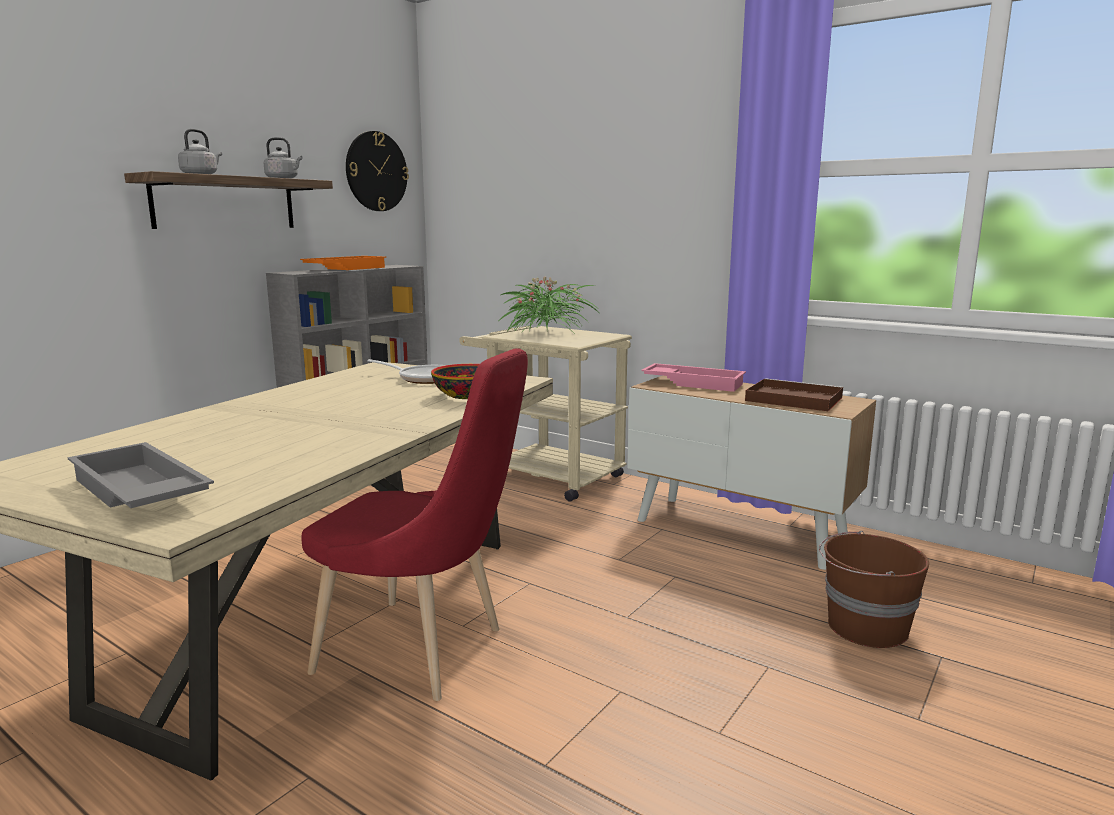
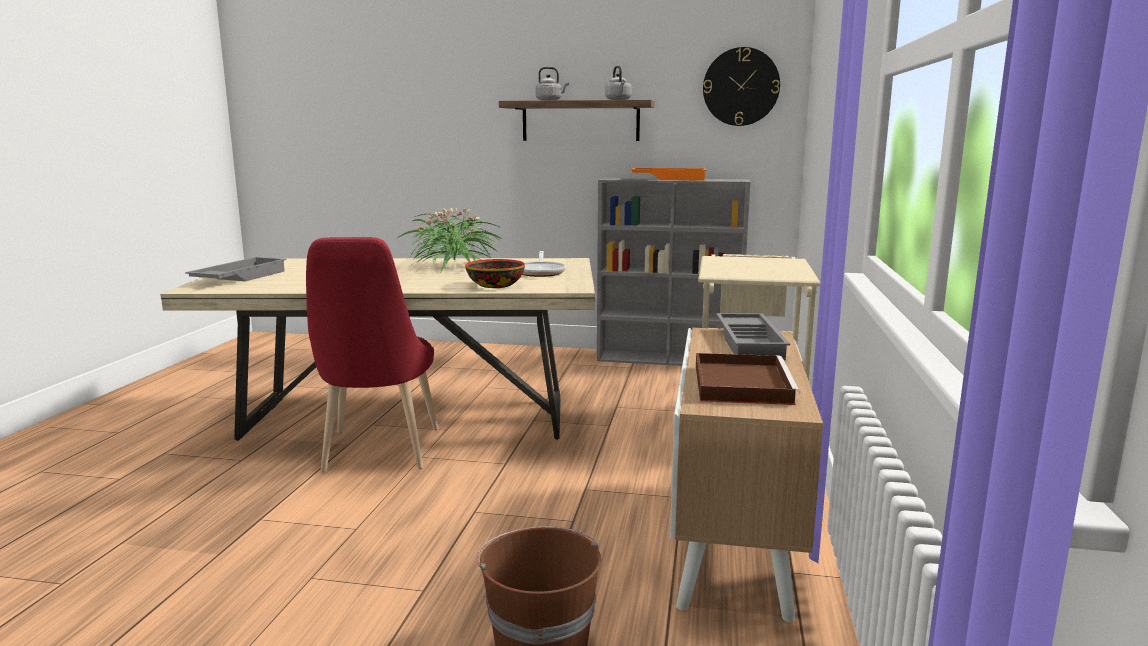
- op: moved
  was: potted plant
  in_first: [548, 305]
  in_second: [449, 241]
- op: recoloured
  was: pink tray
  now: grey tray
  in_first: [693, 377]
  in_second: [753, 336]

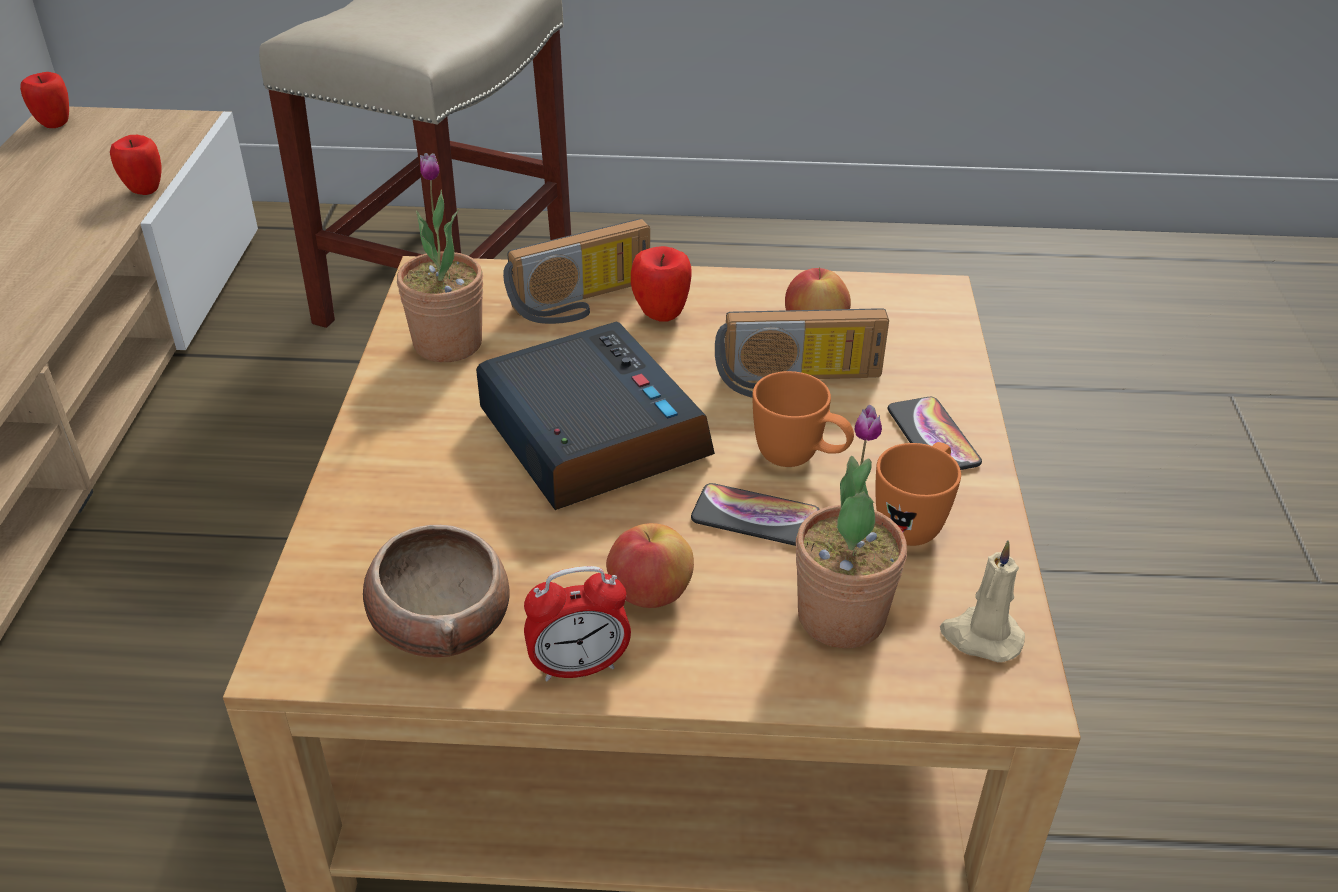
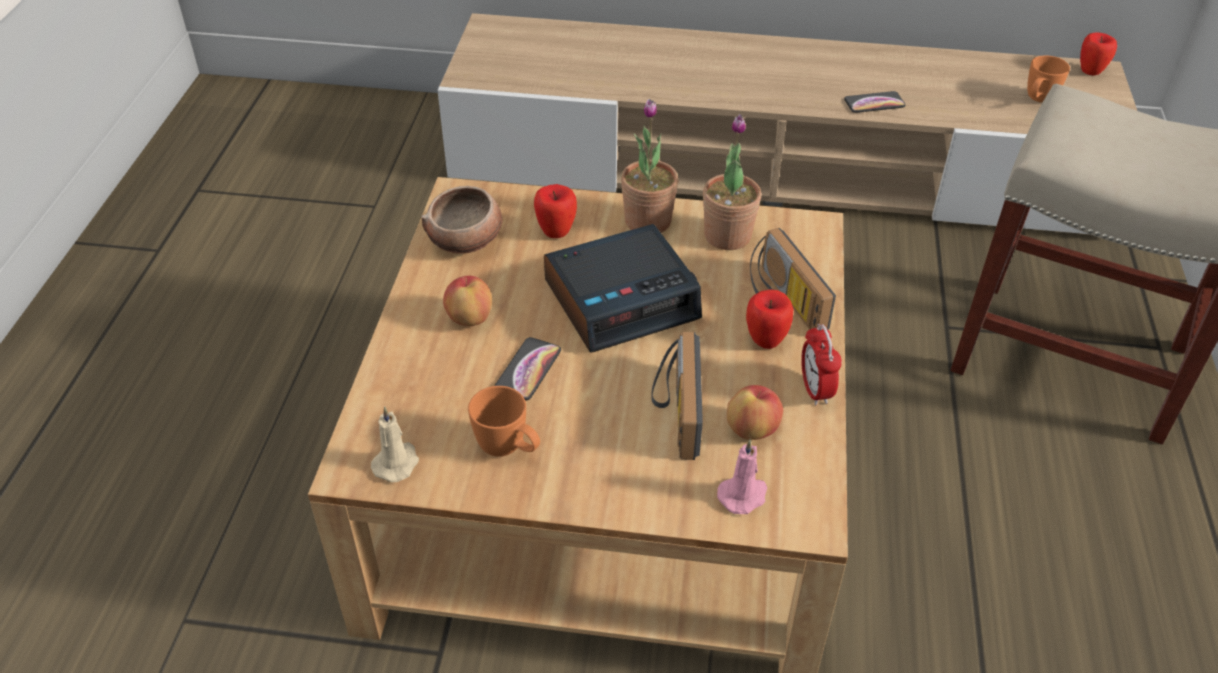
- op: moved
  was: apple
  in_first: [136, 165]
  in_second: [555, 211]
- op: moved
  was: orange mug
  in_first: [803, 419]
  in_second: [1048, 79]
- op: moved
  was: phone
  in_first: [935, 433]
  in_second: [874, 102]
- op: moved
  was: potted plant
  in_first: [851, 527]
  in_second: [649, 166]
- op: moved
  was: alarm clock
  in_first: [577, 623]
  in_second: [821, 364]
- op: added
  now: pink candle
  in_second: [742, 476]

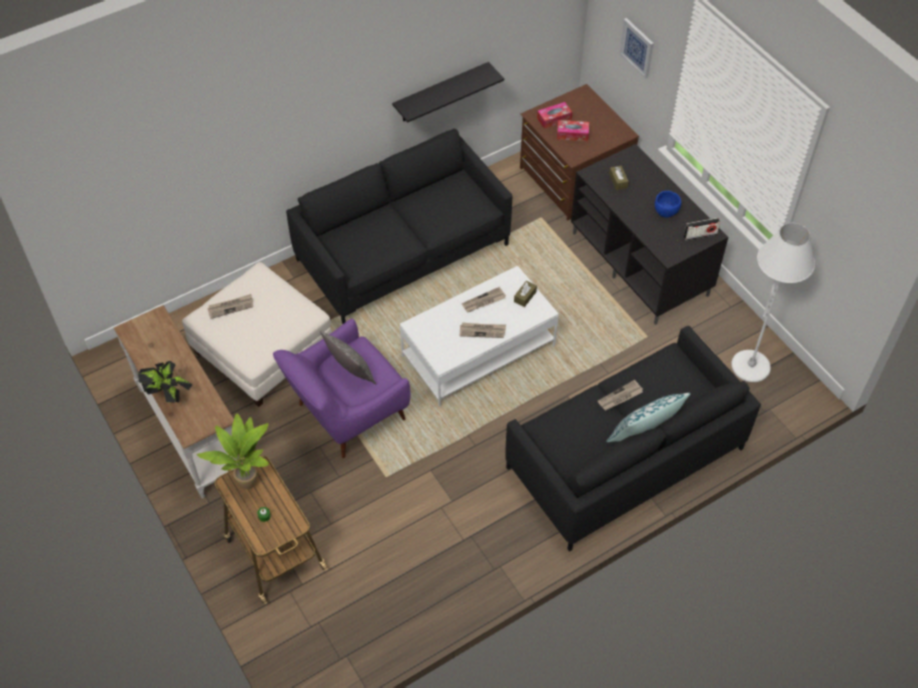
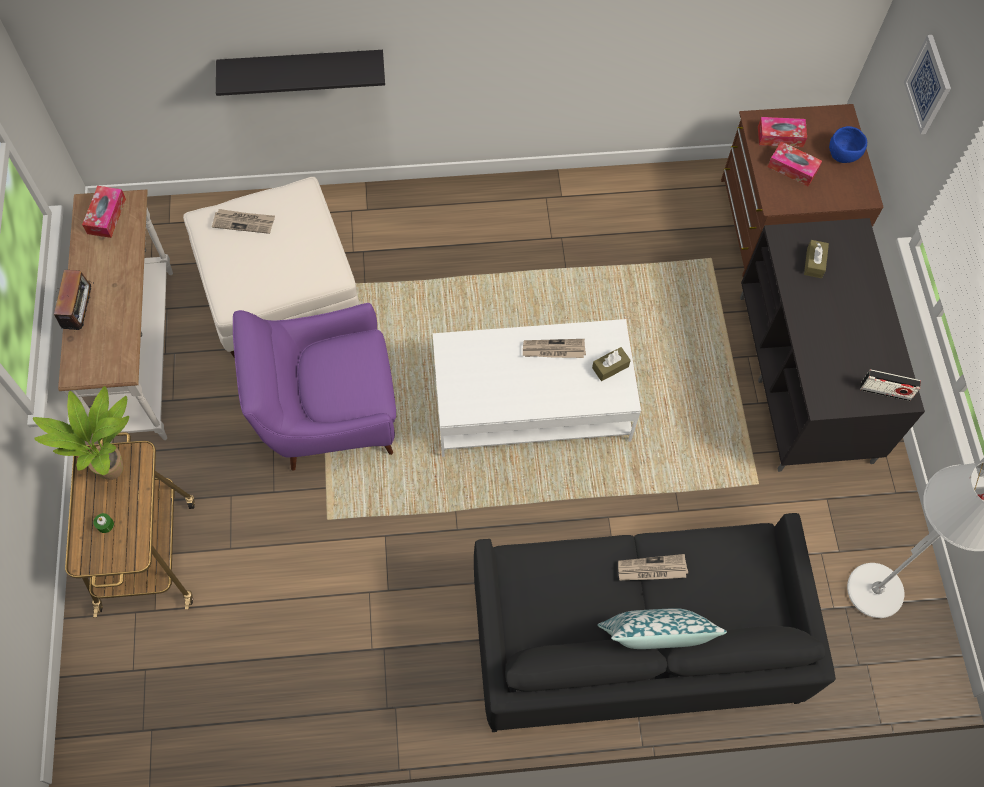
- op: moved
  was: black shelf
  in_first: [448, 92]
  in_second: [300, 73]
- op: removed
  was: black sofa
  in_first: [399, 226]
- op: moved
  was: blue bowl
  in_first: [668, 204]
  in_second: [848, 144]
- op: removed
  was: newspaper
  in_first: [482, 330]
- op: removed
  was: pillow
  in_first: [348, 357]
- op: replaced
  was: potted plant
  now: radio
  in_first: [165, 382]
  in_second: [74, 301]
- op: added
  now: tissue box
  in_second: [104, 212]

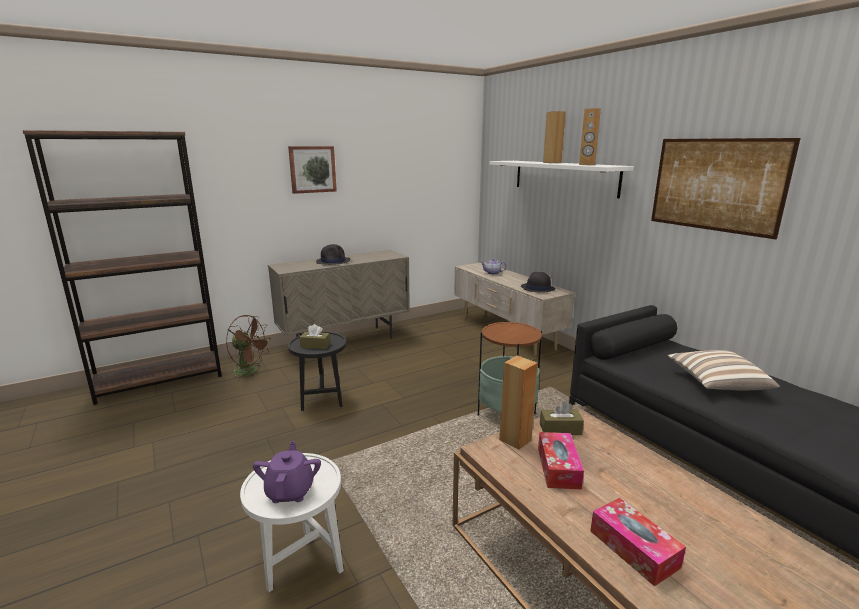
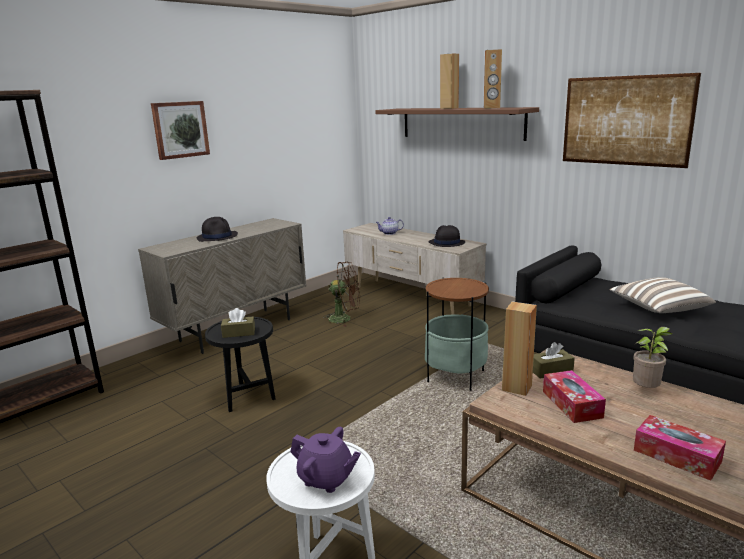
- op: recoloured
  was: white shelf
  now: brown shelf
  in_first: [561, 179]
  in_second: [457, 124]
- op: moved
  was: brown fan
  in_first: [248, 348]
  in_second: [341, 294]
- op: turned
  was: purple teapot
  in_first: [287, 472]
  in_second: [326, 460]
  clockwise: 135
- op: added
  now: potted plant
  in_second: [653, 357]

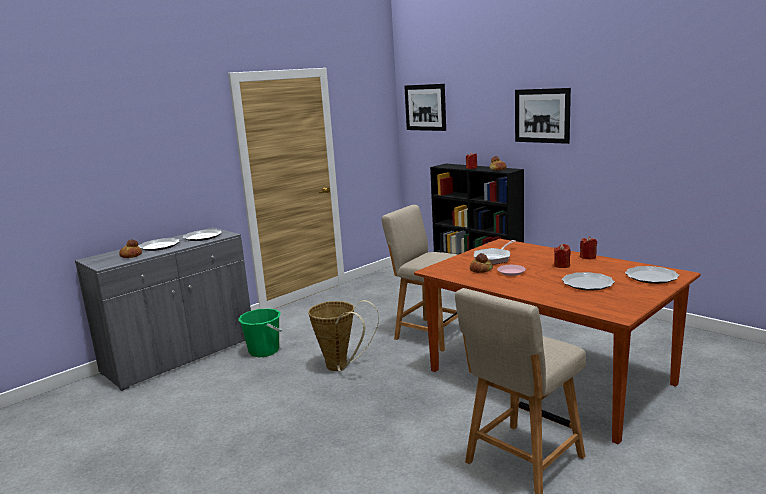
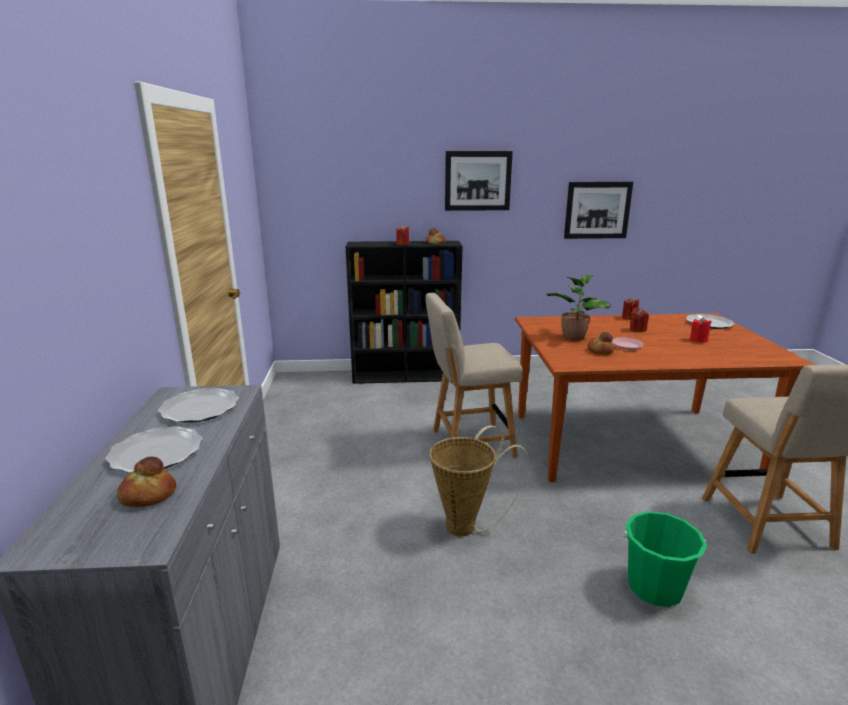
- op: moved
  was: picture
  in_first: [425, 107]
  in_second: [598, 210]
- op: replaced
  was: frying pan
  now: potted plant
  in_first: [495, 252]
  in_second: [578, 308]
- op: replaced
  was: plate
  now: red candle
  in_first: [588, 281]
  in_second: [701, 330]
- op: moved
  was: green bucket
  in_first: [260, 332]
  in_second: [665, 559]

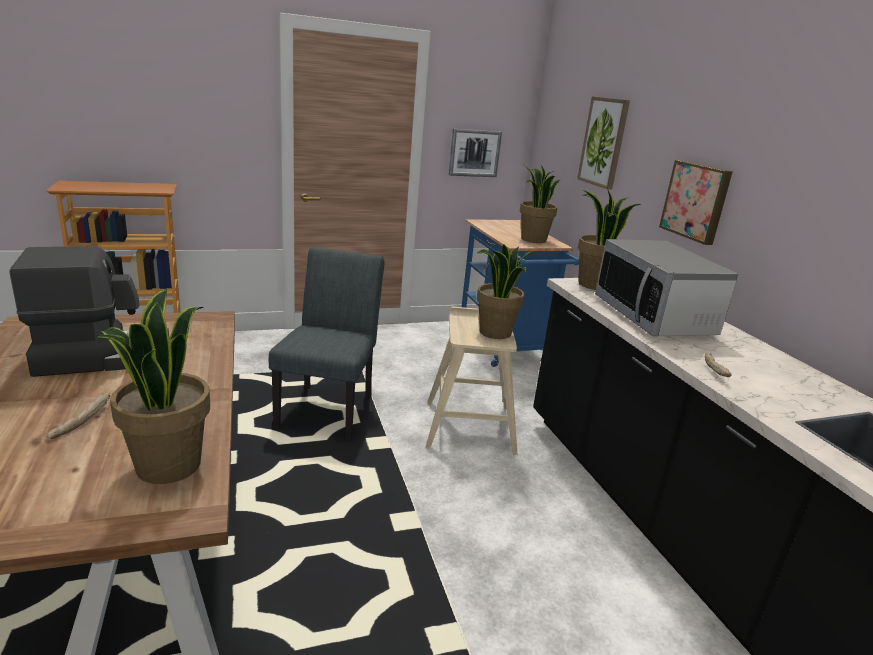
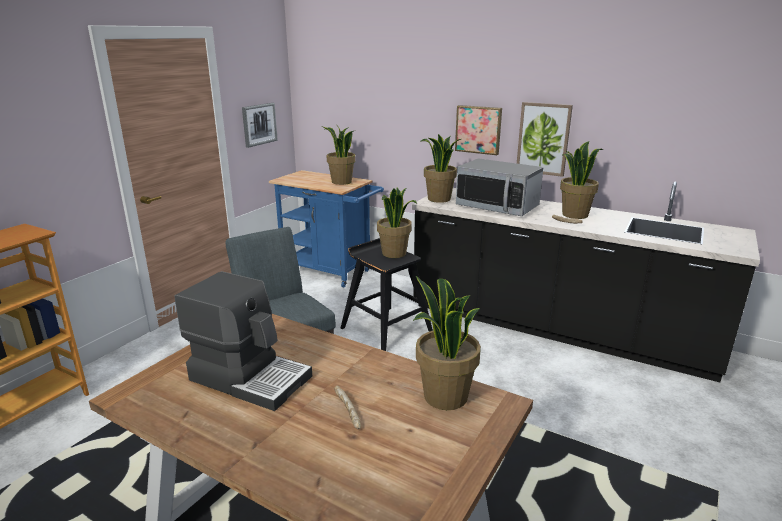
- op: moved
  was: picture
  in_first: [603, 143]
  in_second: [545, 139]
- op: turned
  was: coffee machine
  in_first: [89, 311]
  in_second: [243, 341]
  clockwise: 90
- op: recoloured
  was: beige stool
  now: black stool
  in_first: [472, 381]
  in_second: [387, 294]
- op: added
  now: potted plant
  in_second: [581, 180]

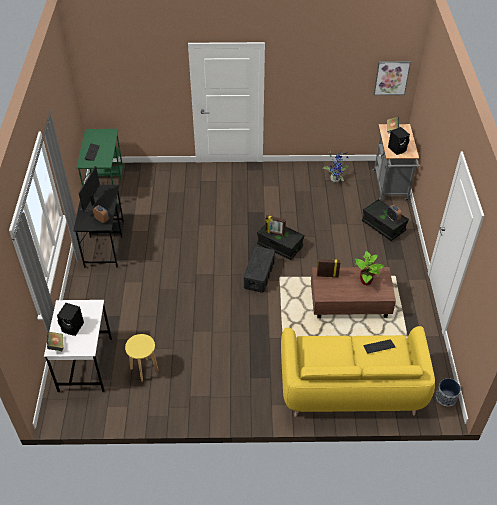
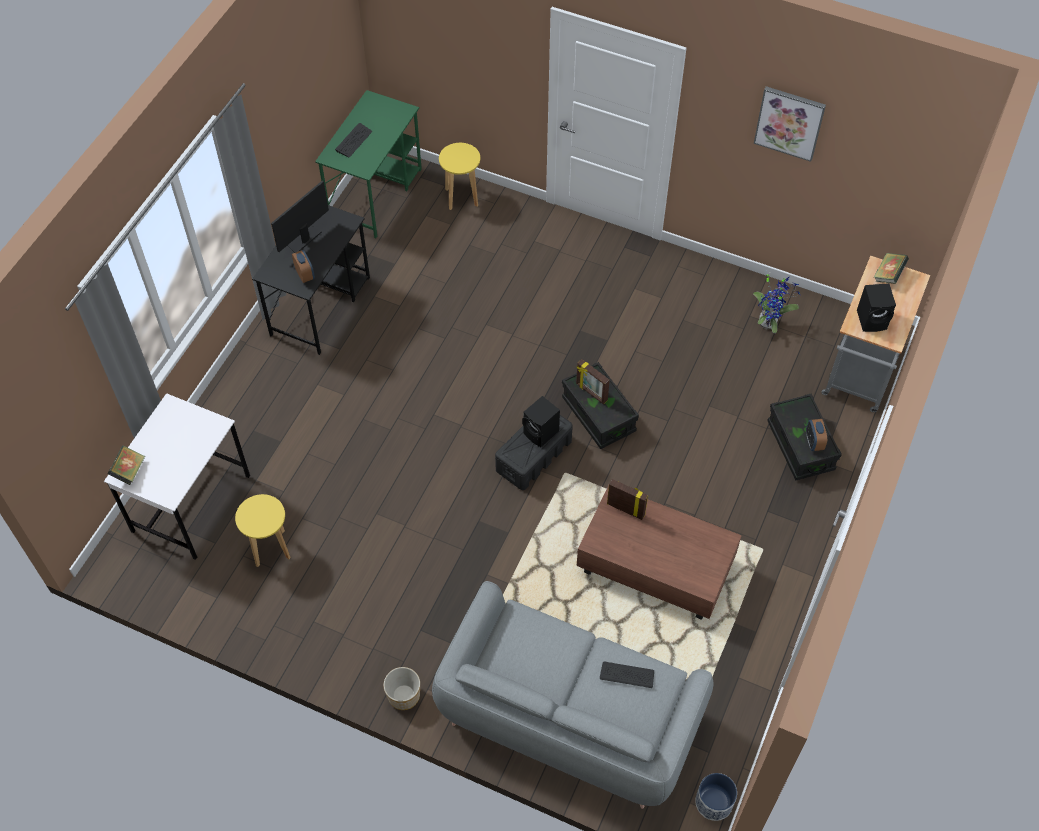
- op: moved
  was: picture
  in_first: [392, 78]
  in_second: [790, 124]
- op: removed
  was: potted plant
  in_first: [370, 268]
- op: moved
  was: black speaker
  in_first: [70, 319]
  in_second: [541, 421]
- op: recoloured
  was: yellow sofa
  now: grey sofa
  in_first: [358, 371]
  in_second: [572, 695]
- op: added
  now: yellow stool
  in_second: [459, 176]
- op: added
  now: planter
  in_second: [401, 688]

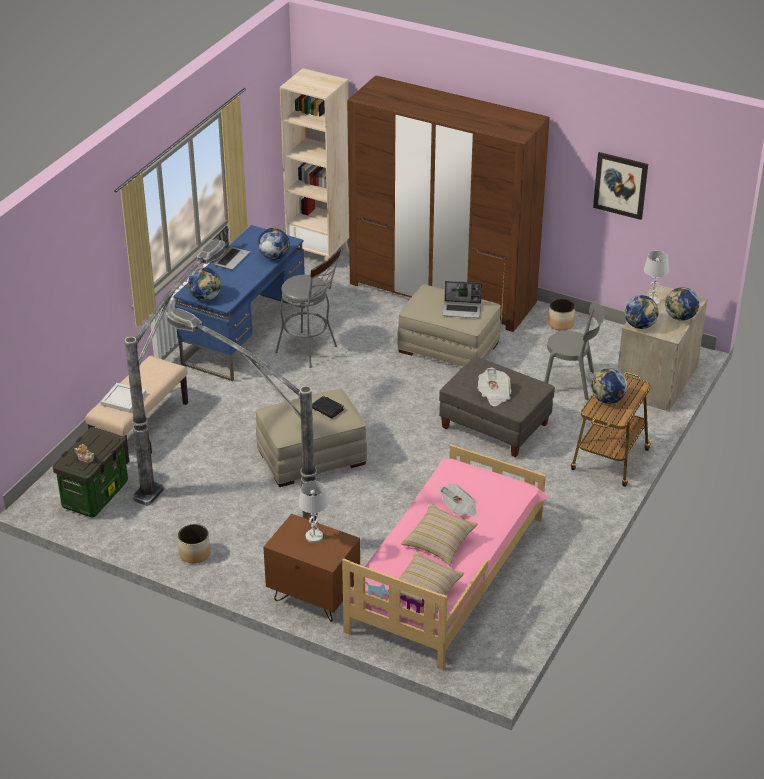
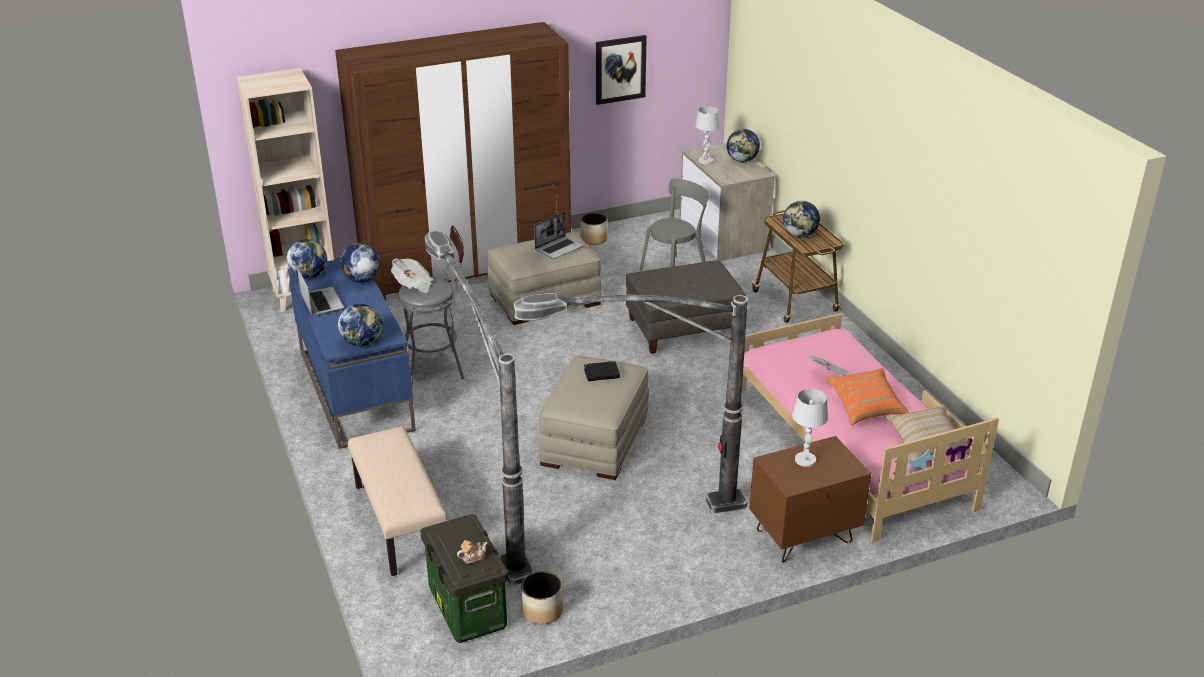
- op: moved
  was: globe
  in_first: [641, 312]
  in_second: [307, 259]
- op: moved
  was: newspaper
  in_first: [494, 387]
  in_second: [412, 275]
- op: removed
  was: white tray
  in_first: [123, 398]
- op: recoloured
  was: beige pillow
  now: orange pillow
  in_first: [439, 534]
  in_second: [867, 396]
- op: moved
  was: planter
  in_first: [194, 543]
  in_second: [542, 597]

